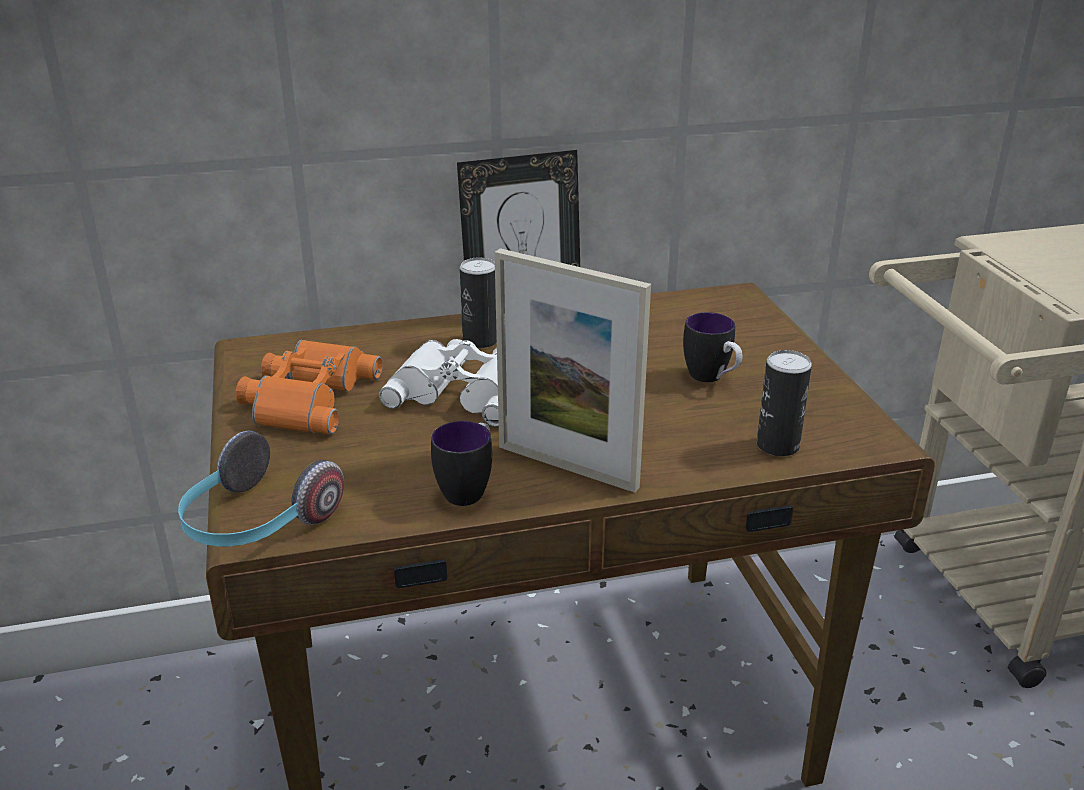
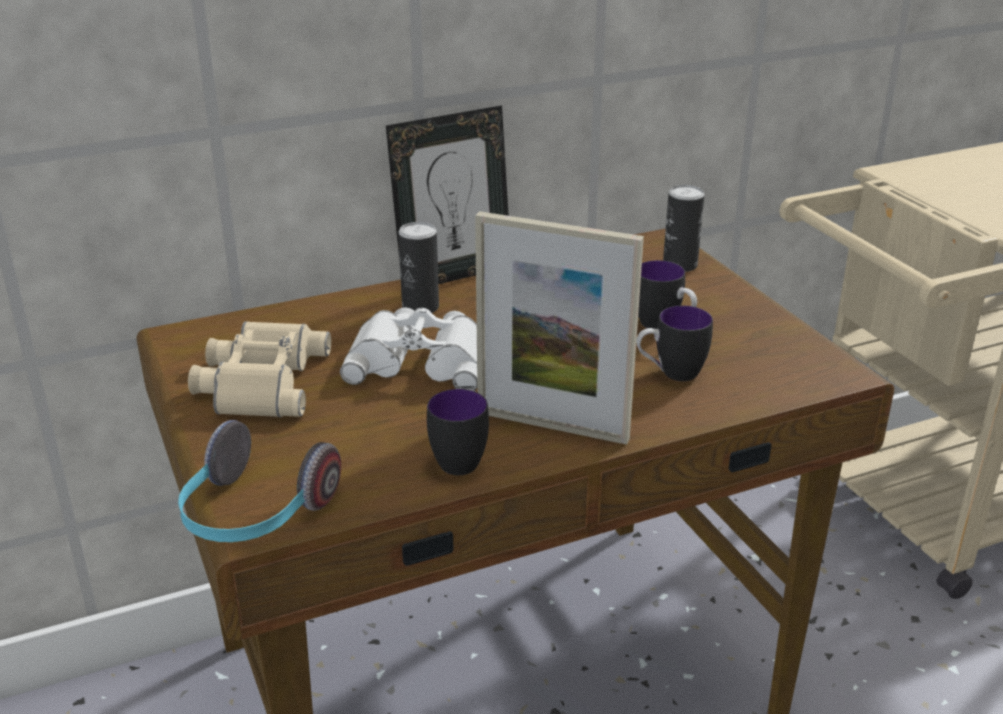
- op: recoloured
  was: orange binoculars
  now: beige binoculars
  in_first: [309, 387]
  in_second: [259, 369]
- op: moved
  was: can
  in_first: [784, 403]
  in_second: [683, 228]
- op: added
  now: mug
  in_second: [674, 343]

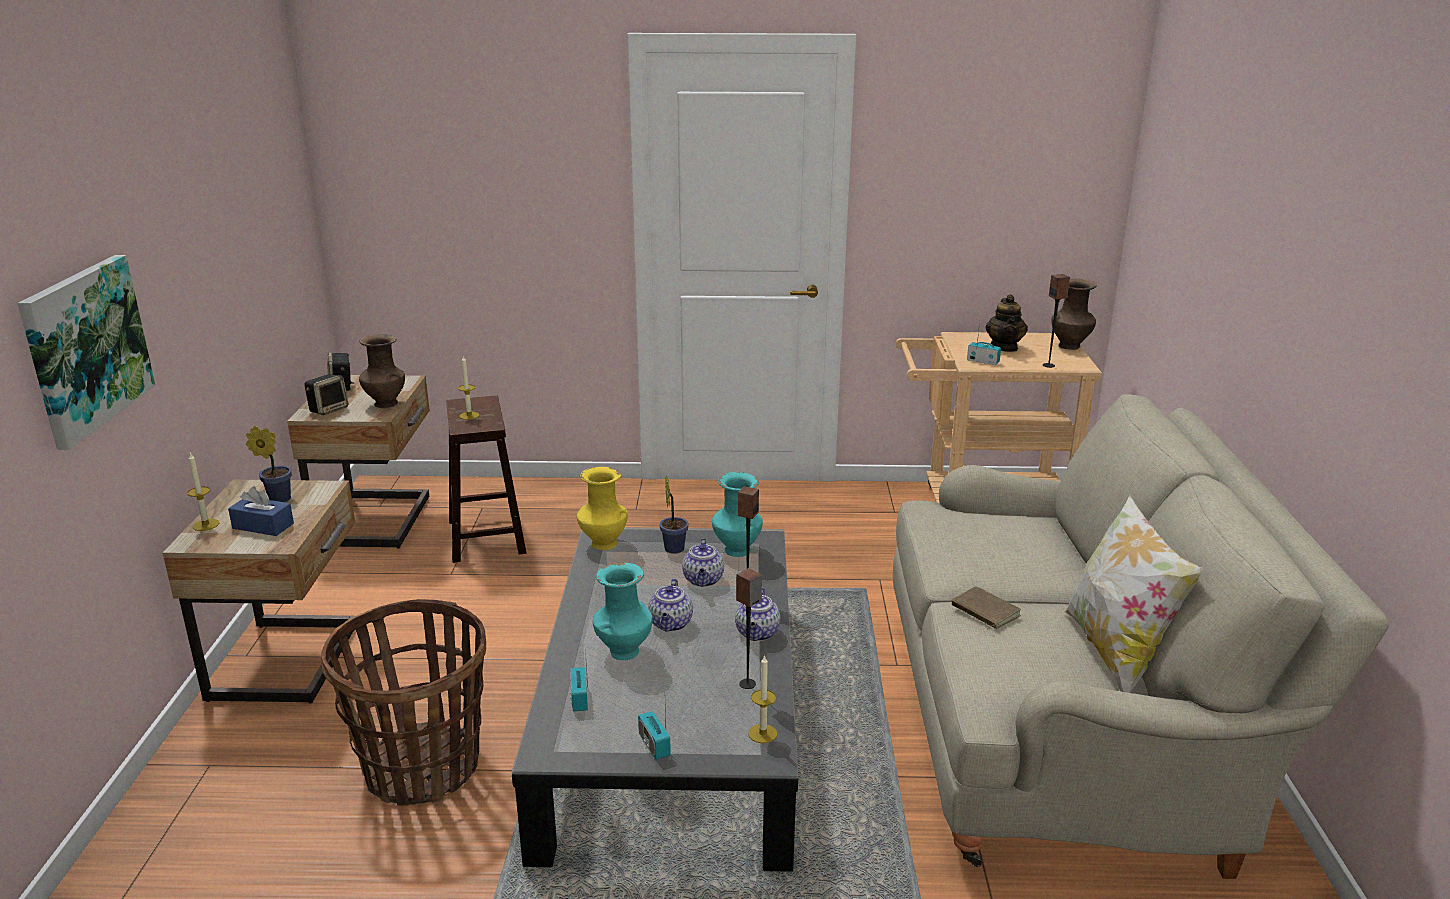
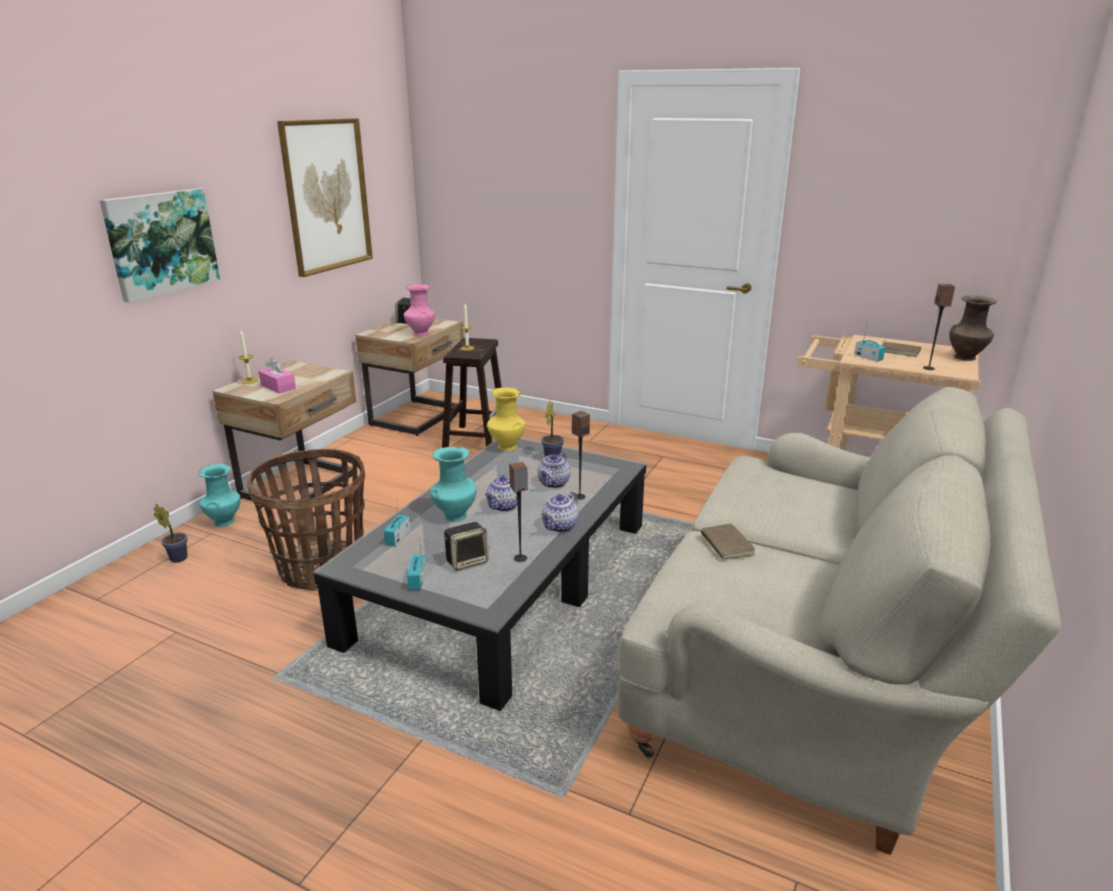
- op: replaced
  was: teapot
  now: brown book
  in_first: [1006, 323]
  in_second: [901, 348]
- op: recoloured
  was: brown vase
  now: pink vase
  in_first: [382, 371]
  in_second: [419, 310]
- op: moved
  was: speaker
  in_first: [326, 394]
  in_second: [466, 546]
- op: moved
  was: potted plant
  in_first: [269, 464]
  in_second: [170, 533]
- op: moved
  was: turquoise vase
  in_first: [737, 514]
  in_second: [219, 495]
- op: recoloured
  was: blue tissue box
  now: pink tissue box
  in_first: [261, 511]
  in_second: [277, 375]
- op: removed
  was: pillow
  in_first: [1134, 594]
- op: removed
  was: candle
  in_first: [763, 699]
- op: added
  now: picture
  in_second: [325, 197]

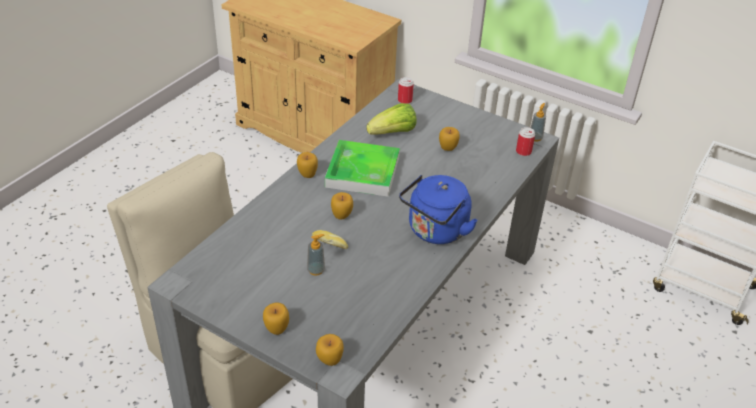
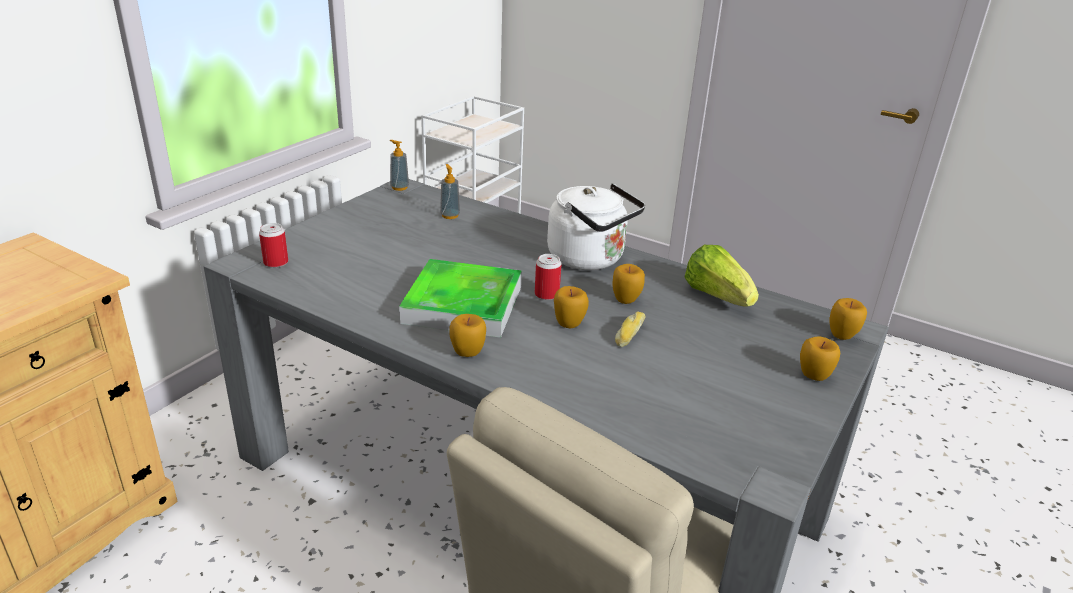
- op: moved
  was: lettuce
  in_first: [391, 119]
  in_second: [722, 275]
- op: moved
  was: apple
  in_first: [449, 139]
  in_second: [629, 284]
- op: moved
  was: can
  in_first: [525, 141]
  in_second: [548, 277]
- op: recoloured
  was: blue kettle
  now: white kettle
  in_first: [438, 209]
  in_second: [596, 227]
- op: moved
  was: soap dispenser
  in_first: [316, 255]
  in_second: [450, 191]

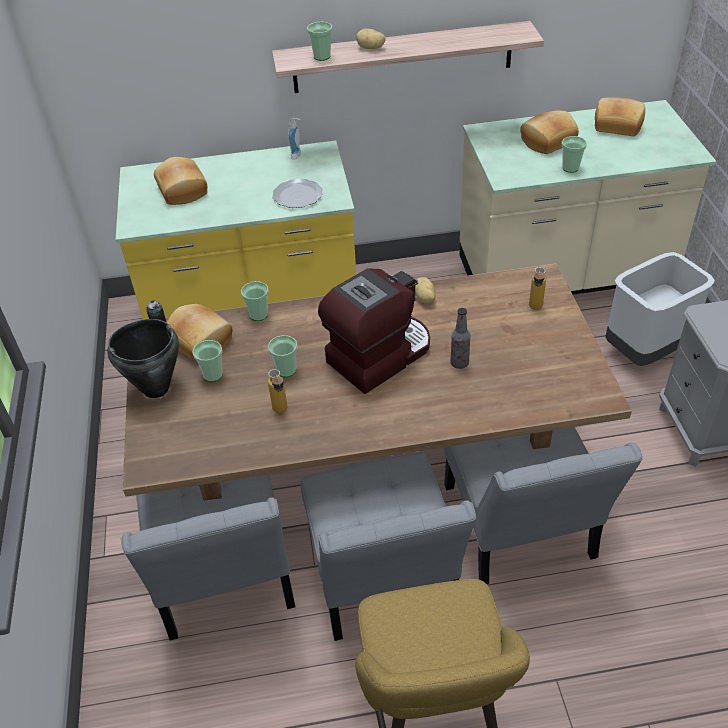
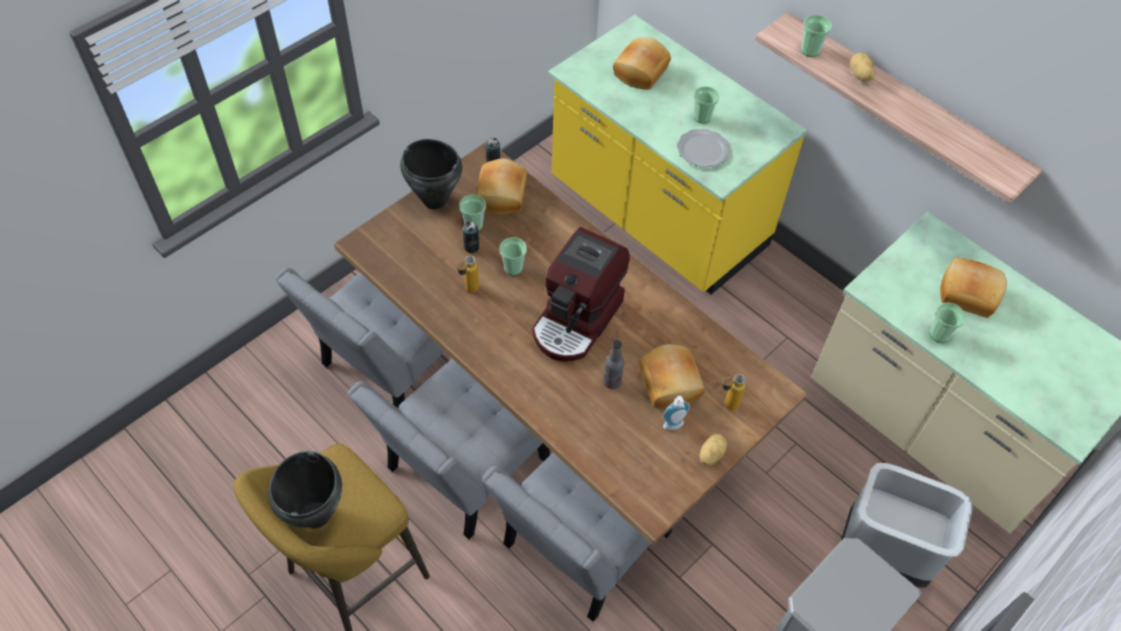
- op: moved
  was: bread
  in_first: [620, 116]
  in_second: [672, 376]
- op: moved
  was: soap dispenser
  in_first: [294, 138]
  in_second: [676, 413]
- op: turned
  was: coffee machine
  in_first: [374, 331]
  in_second: [581, 294]
  clockwise: 105
- op: moved
  was: potato
  in_first: [425, 290]
  in_second: [713, 450]
- op: moved
  was: cup
  in_first: [255, 301]
  in_second: [706, 105]
- op: added
  now: can
  in_second: [471, 237]
- op: added
  now: black cooking pot
  in_second: [305, 489]

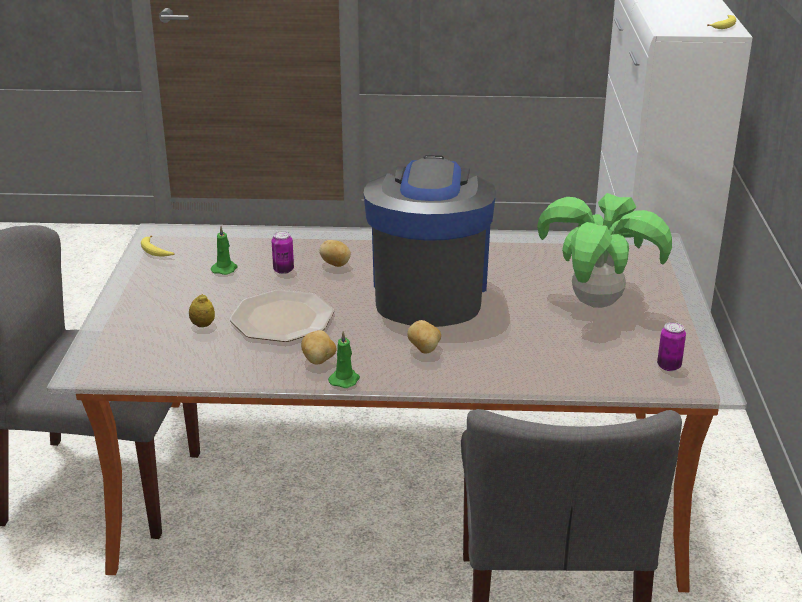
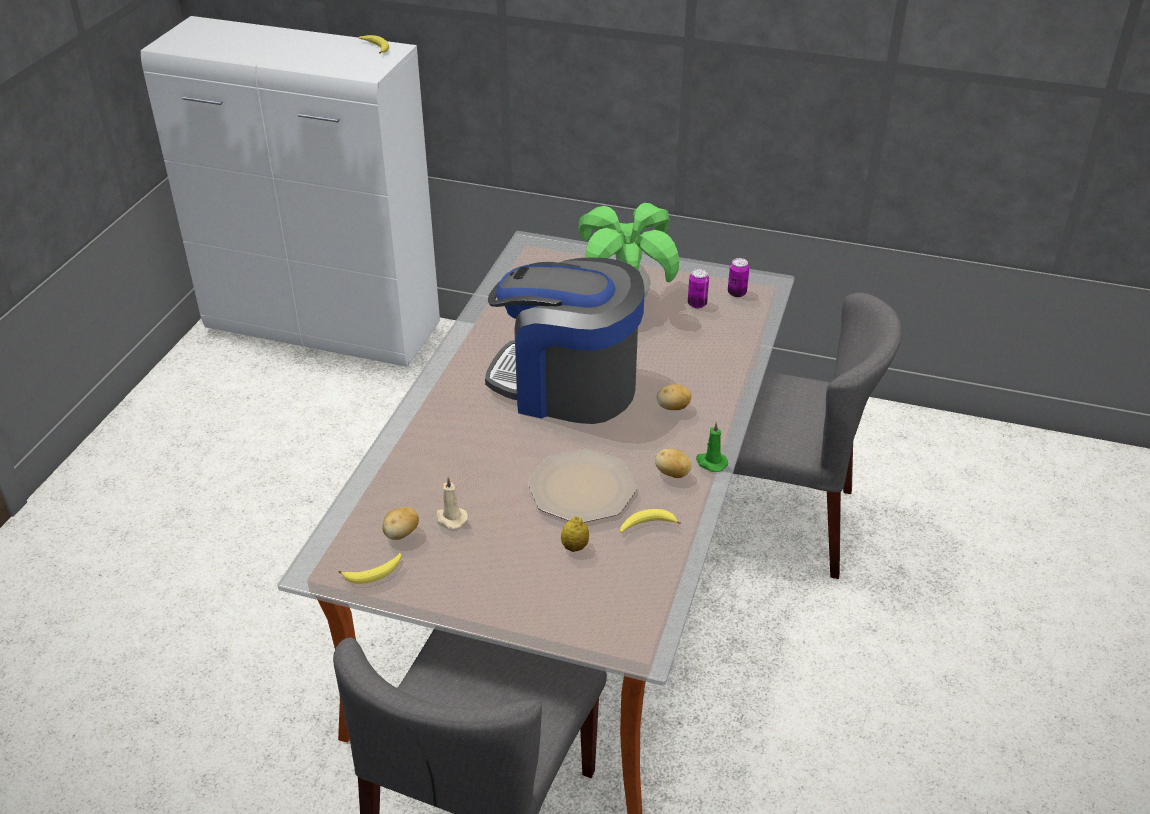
- op: recoloured
  was: green candle
  now: beige candle
  in_first: [224, 250]
  in_second: [451, 503]
- op: moved
  was: can
  in_first: [283, 252]
  in_second: [698, 289]
- op: moved
  was: potato
  in_first: [335, 253]
  in_second: [400, 523]
- op: added
  now: banana
  in_second: [650, 521]

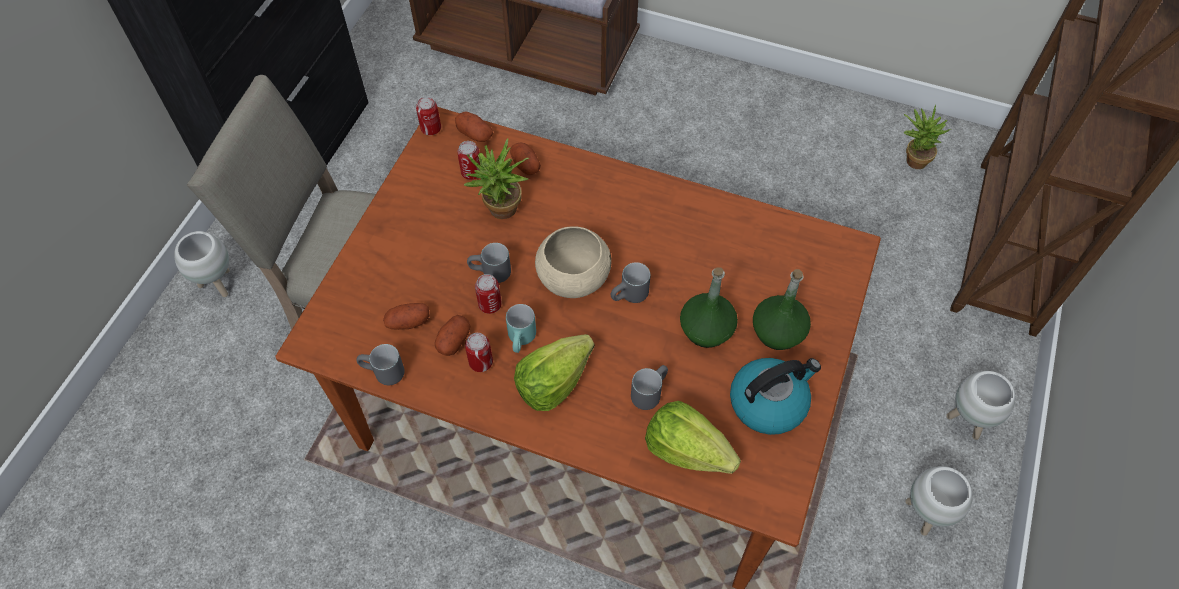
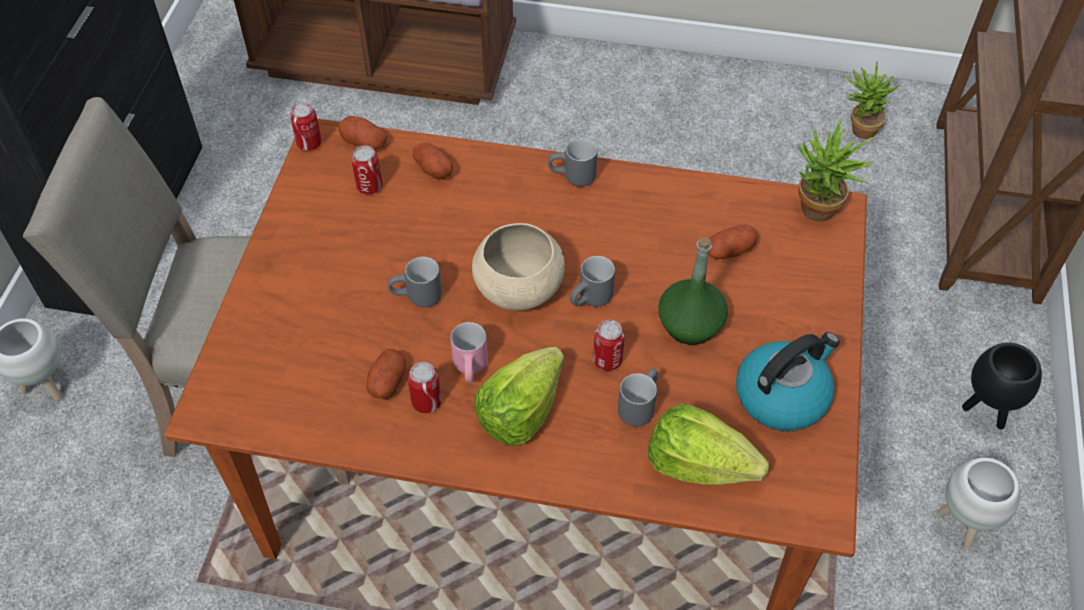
- op: moved
  was: potted plant
  in_first: [496, 179]
  in_second: [836, 170]
- op: removed
  was: green bottle
  in_first: [782, 309]
- op: moved
  was: can
  in_first: [488, 294]
  in_second: [609, 345]
- op: moved
  was: potato
  in_first: [406, 316]
  in_second: [732, 242]
- op: recoloured
  was: turquoise mug
  now: pink mug
  in_first: [521, 328]
  in_second: [469, 352]
- op: moved
  was: grey mug
  in_first: [380, 364]
  in_second: [572, 162]
- op: recoloured
  was: white planter
  now: black planter
  in_first: [981, 405]
  in_second: [1002, 386]

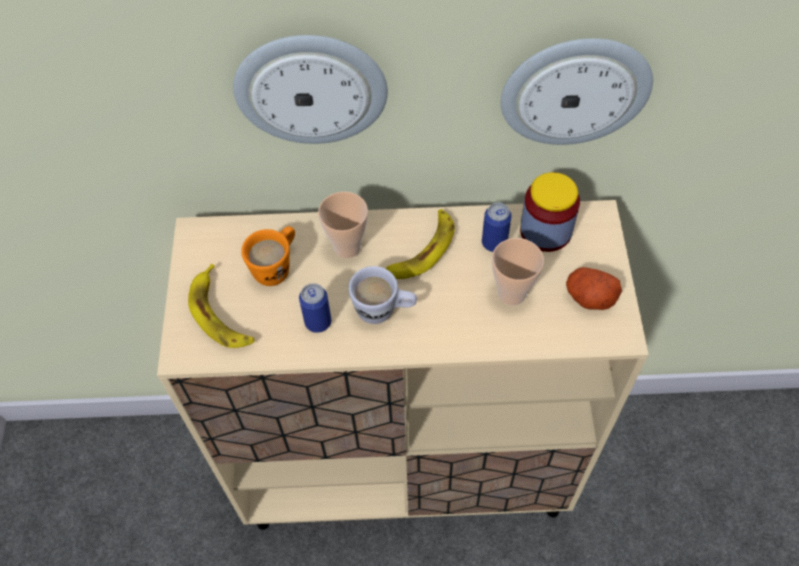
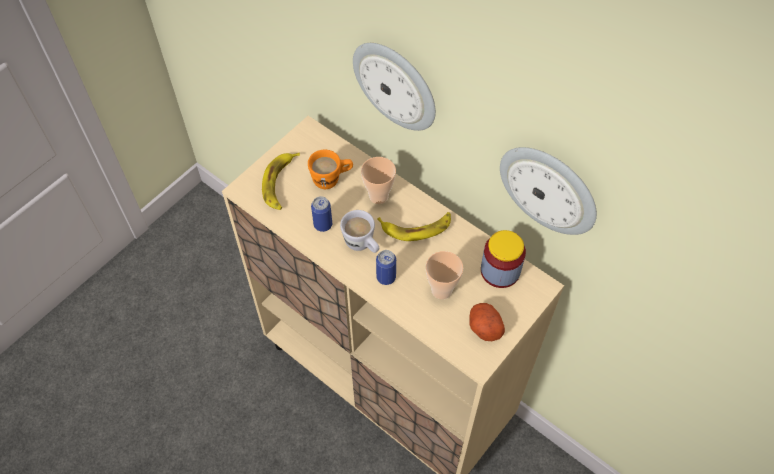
- op: moved
  was: can
  in_first: [497, 227]
  in_second: [386, 267]

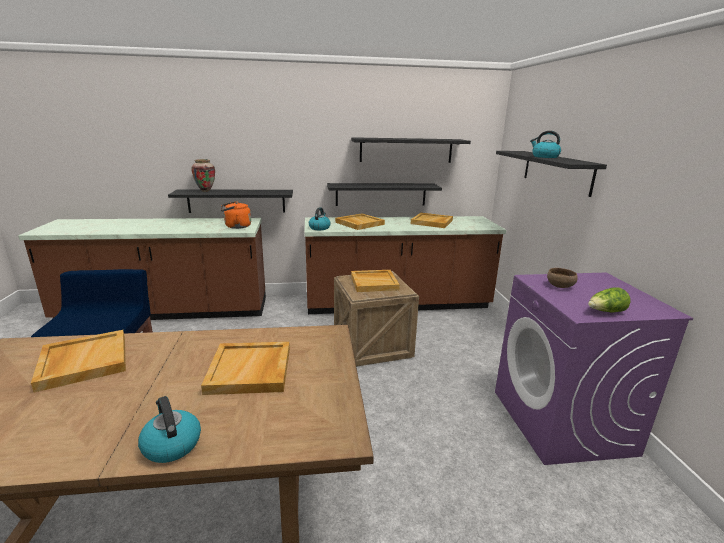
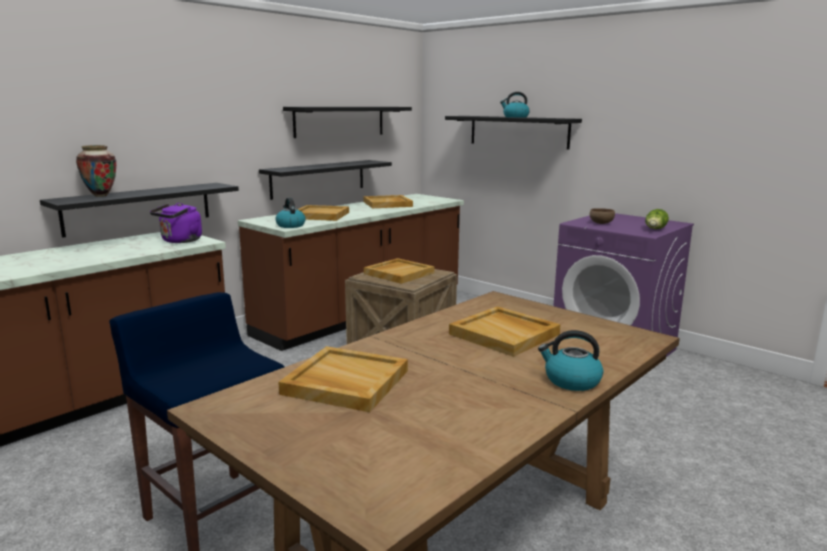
- op: recoloured
  was: orange kettle
  now: purple kettle
  in_first: [236, 215]
  in_second: [176, 223]

